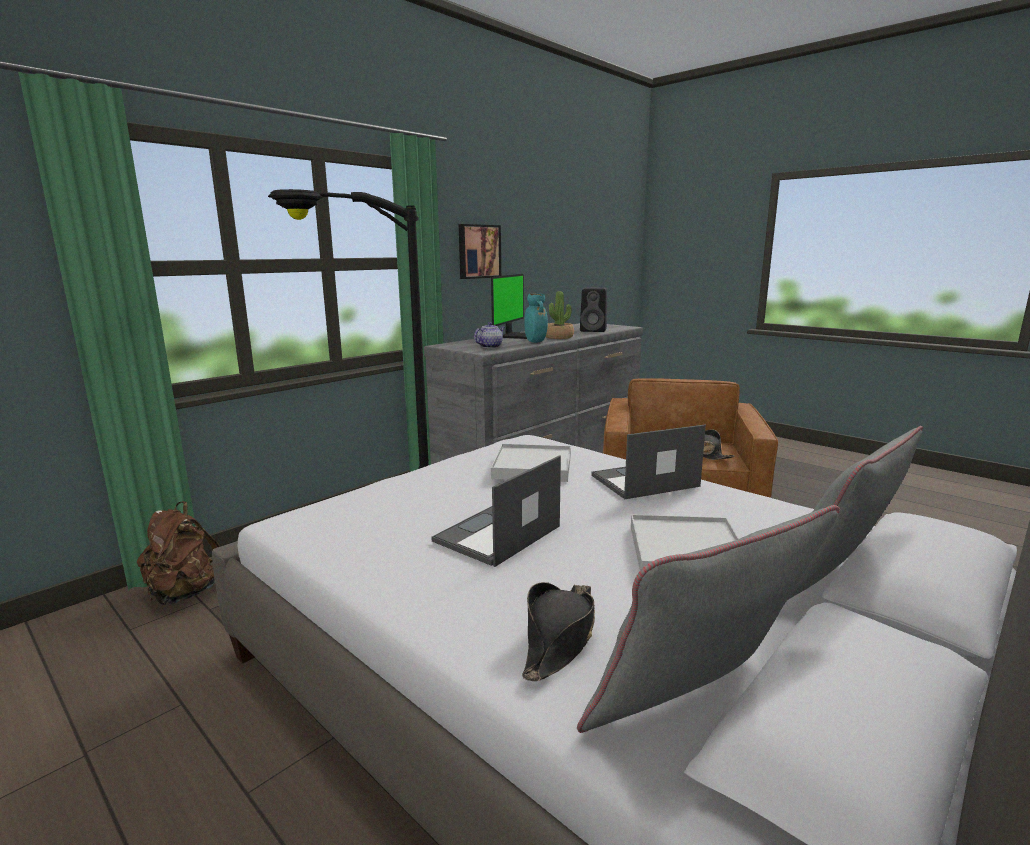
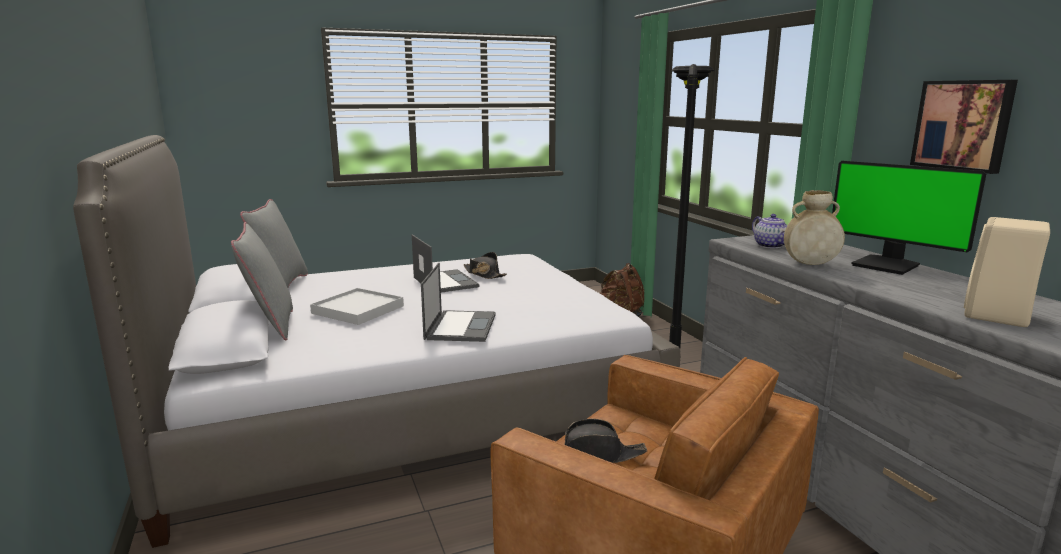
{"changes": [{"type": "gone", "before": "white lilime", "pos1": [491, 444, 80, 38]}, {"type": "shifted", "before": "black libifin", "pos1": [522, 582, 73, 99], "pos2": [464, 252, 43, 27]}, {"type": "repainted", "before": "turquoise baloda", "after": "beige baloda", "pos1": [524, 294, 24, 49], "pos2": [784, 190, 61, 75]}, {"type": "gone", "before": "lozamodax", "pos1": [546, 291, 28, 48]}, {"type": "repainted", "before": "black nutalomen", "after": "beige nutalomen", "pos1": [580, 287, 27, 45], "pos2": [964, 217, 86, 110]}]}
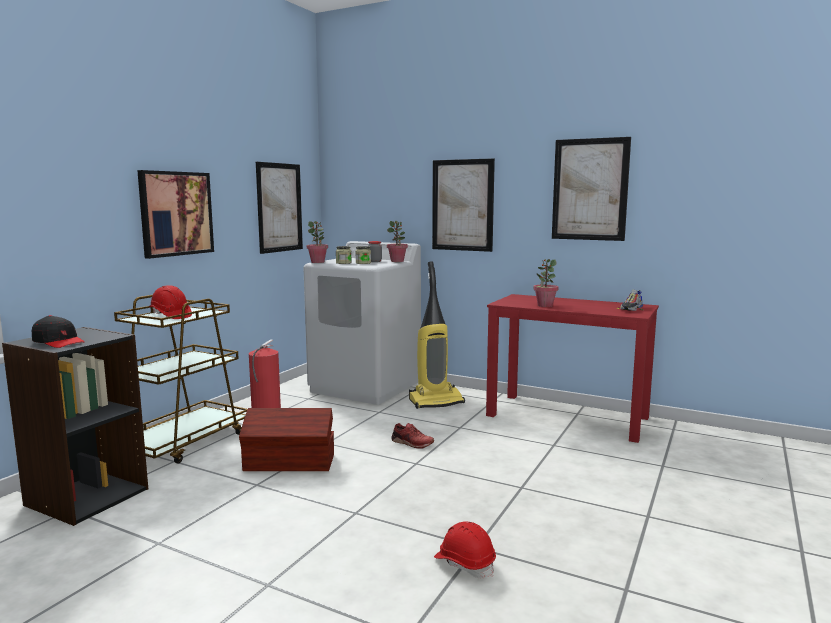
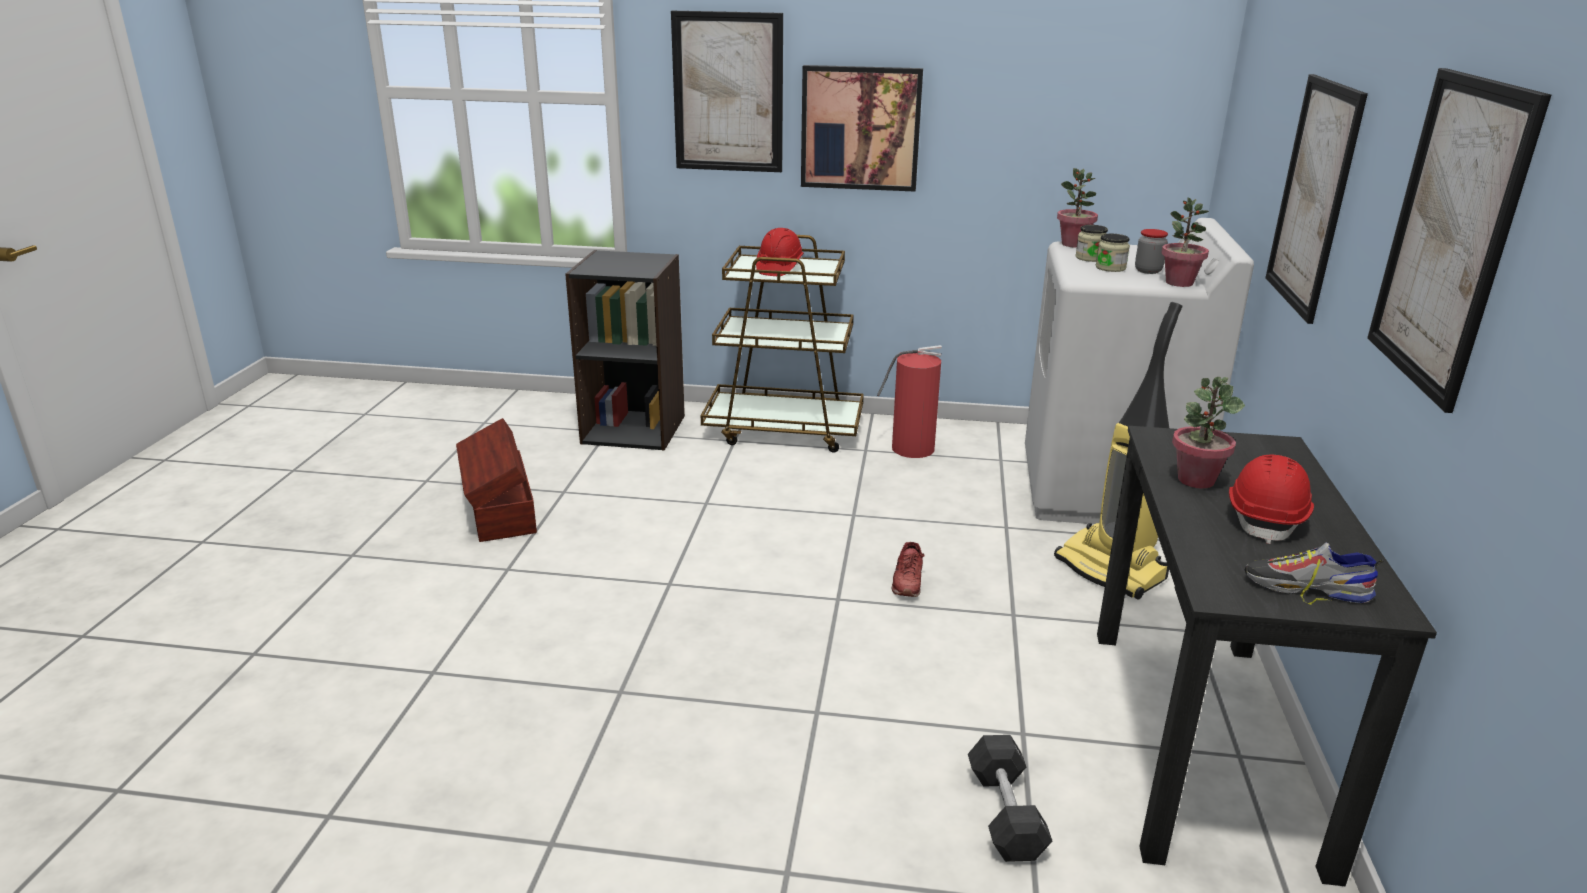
{"changes": [{"type": "gone", "before": "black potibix", "pos1": [32, 315, 53, 33]}, {"type": "shifted", "before": "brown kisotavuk", "pos1": [239, 408, 95, 63], "pos2": [456, 418, 81, 124]}, {"type": "shifted", "before": "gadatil", "pos1": [256, 162, 47, 92], "pos2": [671, 11, 112, 161]}, {"type": "shifted", "before": "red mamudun", "pos1": [434, 521, 62, 57], "pos2": [1229, 454, 85, 90]}, {"type": "repainted", "before": "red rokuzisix", "after": "black rokuzisix", "pos1": [486, 294, 173, 149], "pos2": [1097, 426, 340, 460]}, {"type": "new", "after": "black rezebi", "pos2": [968, 735, 84, 127]}]}
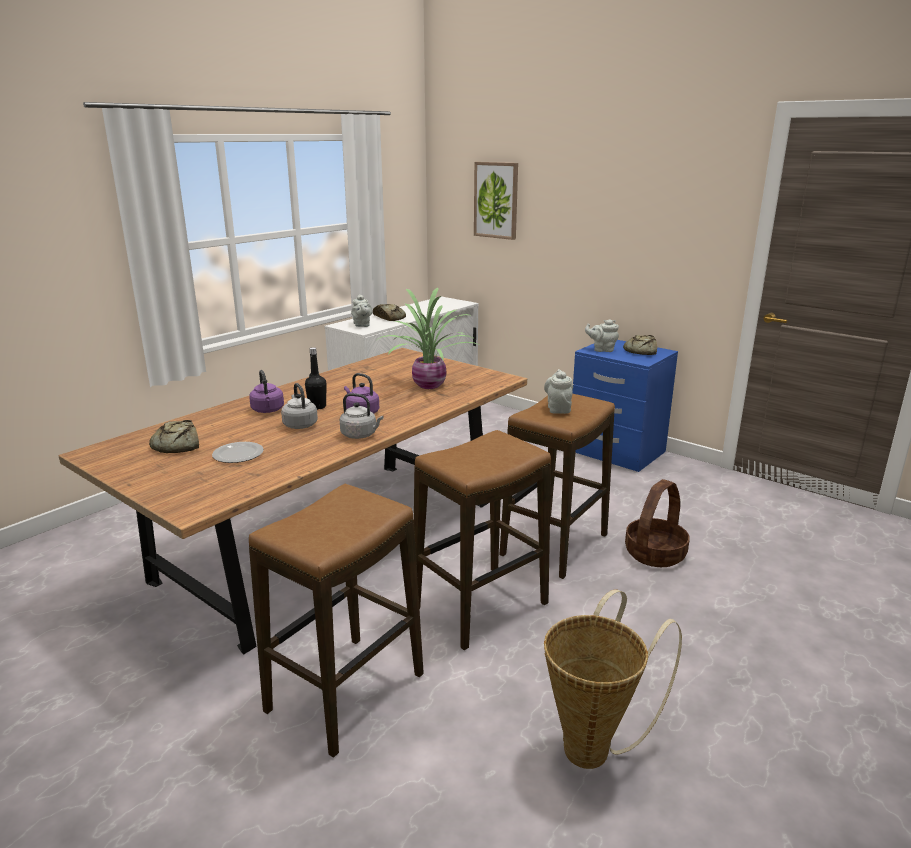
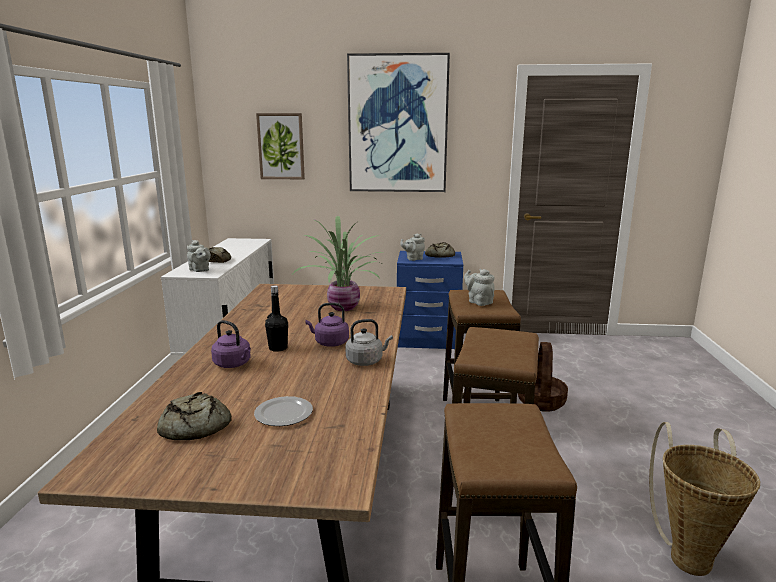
{"changes": [{"type": "gone", "before": "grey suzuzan", "pos1": [281, 383, 37, 46]}, {"type": "new", "after": "gadatil", "pos2": [347, 53, 103, 139]}]}
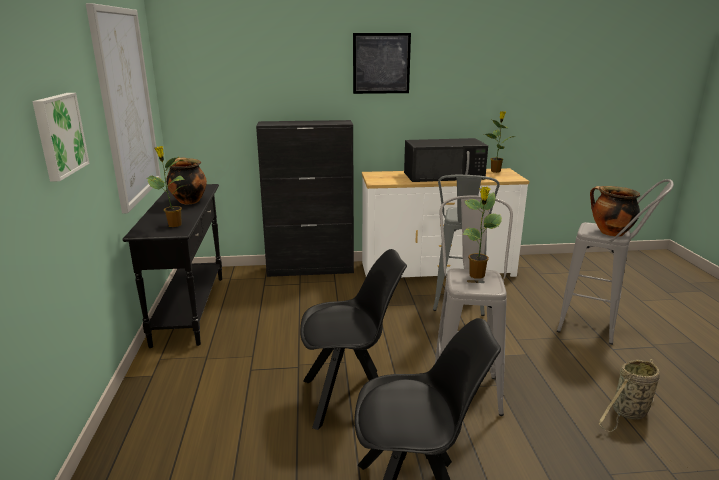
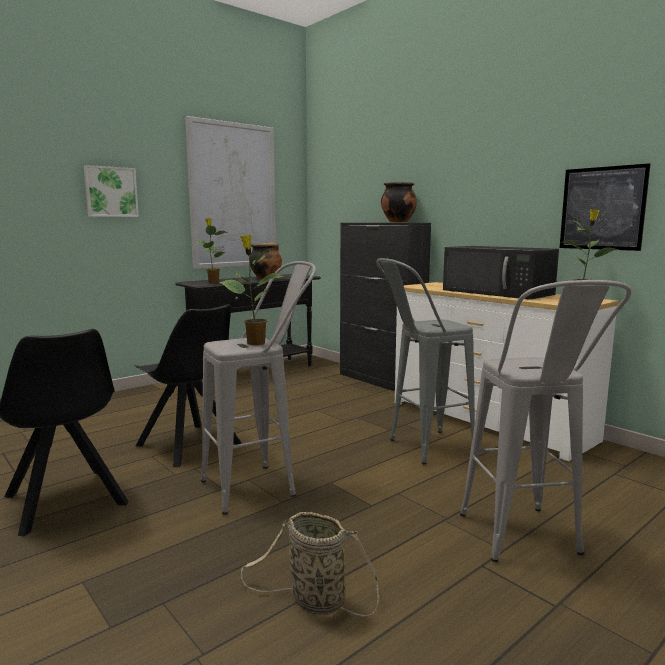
{"changes": [{"type": "shifted", "before": "gadatil", "pos1": [353, 33, 58, 61], "pos2": [560, 163, 90, 88]}, {"type": "shifted", "before": "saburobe", "pos1": [590, 186, 50, 51], "pos2": [381, 182, 36, 40]}]}
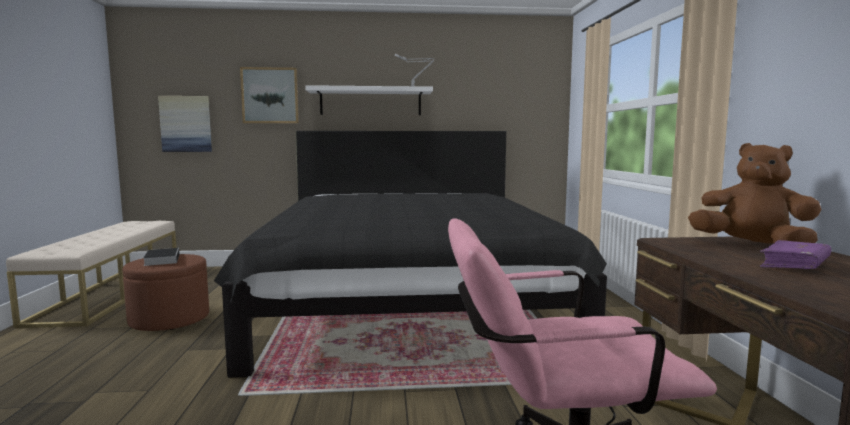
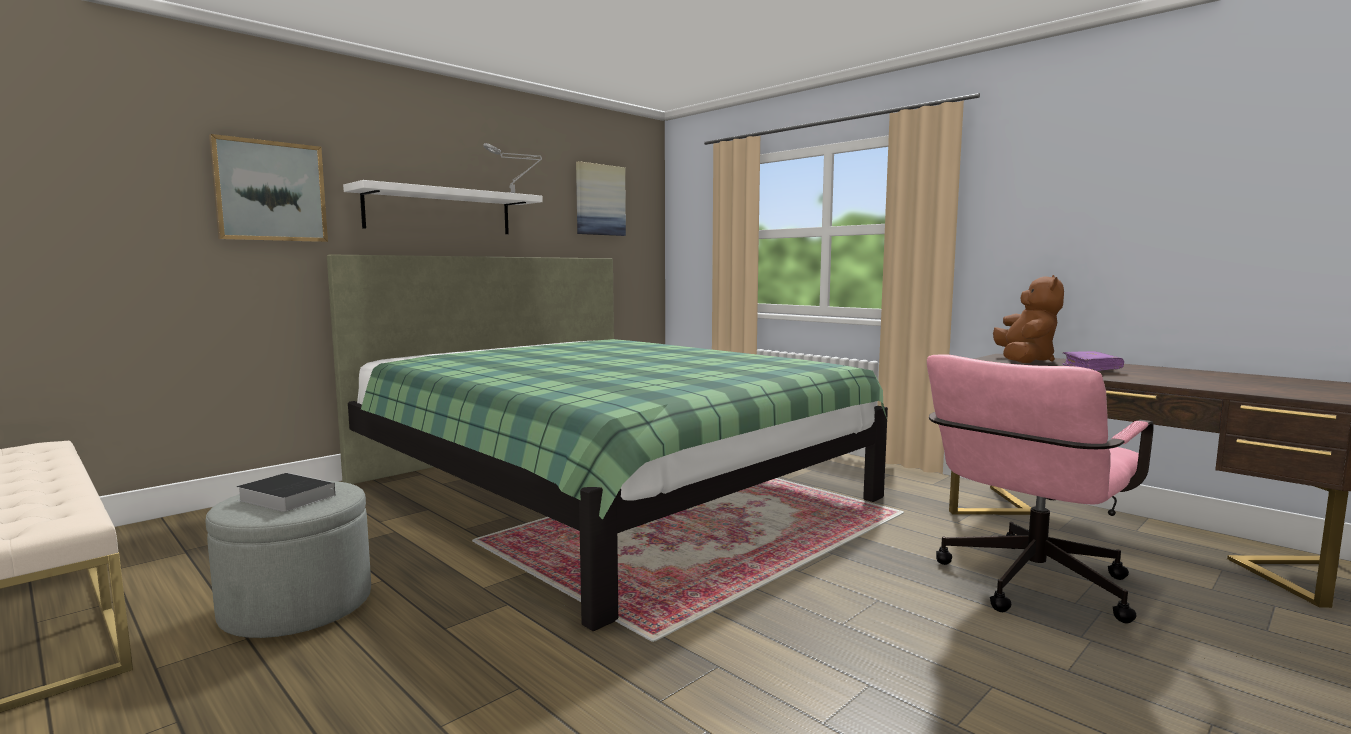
{"changes": [{"type": "repainted", "before": "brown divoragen", "after": "grey divoragen", "pos1": [122, 254, 87, 77], "pos2": [206, 481, 165, 157]}, {"type": "shifted", "before": "gadatil", "pos1": [158, 96, 54, 56], "pos2": [576, 161, 50, 75]}, {"type": "repainted", "before": "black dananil", "after": "green dananil", "pos1": [214, 131, 393, 247], "pos2": [327, 255, 561, 376]}, {"type": "rotated", "before": "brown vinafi", "pos1": [688, 143, 134, 100], "pos2": [993, 275, 71, 88], "turn": 105}]}
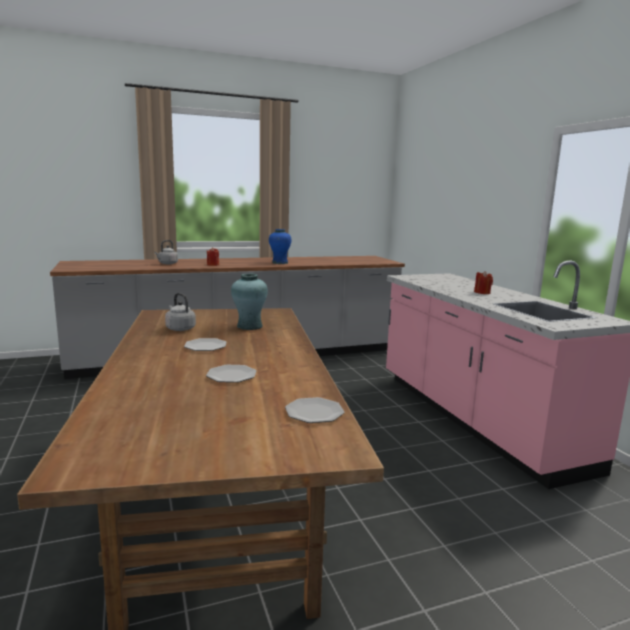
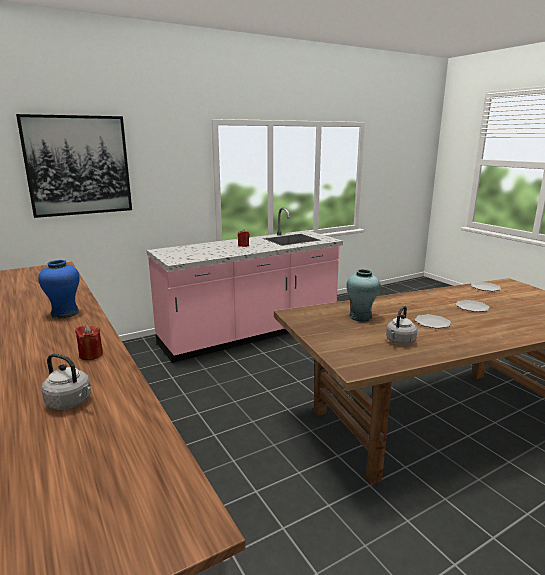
{"changes": [{"type": "new", "after": "gadatil", "pos2": [16, 114, 116, 104]}]}
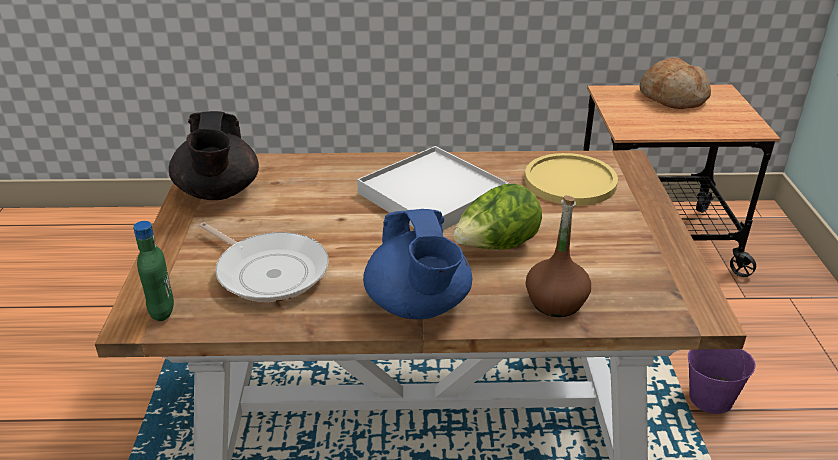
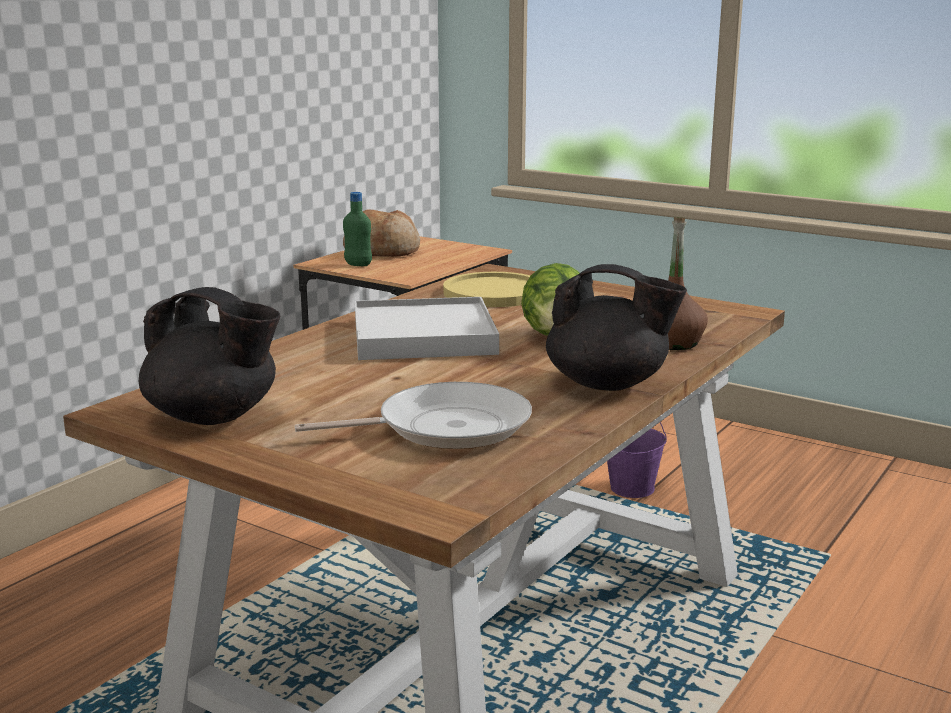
{"changes": [{"type": "shifted", "before": "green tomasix", "pos1": [133, 221, 41, 100], "pos2": [343, 192, 29, 74]}, {"type": "repainted", "before": "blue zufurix", "after": "black zufurix", "pos1": [363, 209, 109, 110], "pos2": [546, 264, 141, 127]}]}
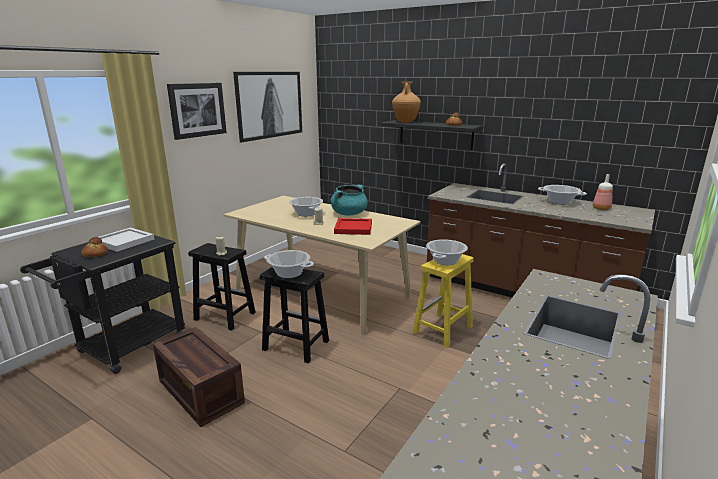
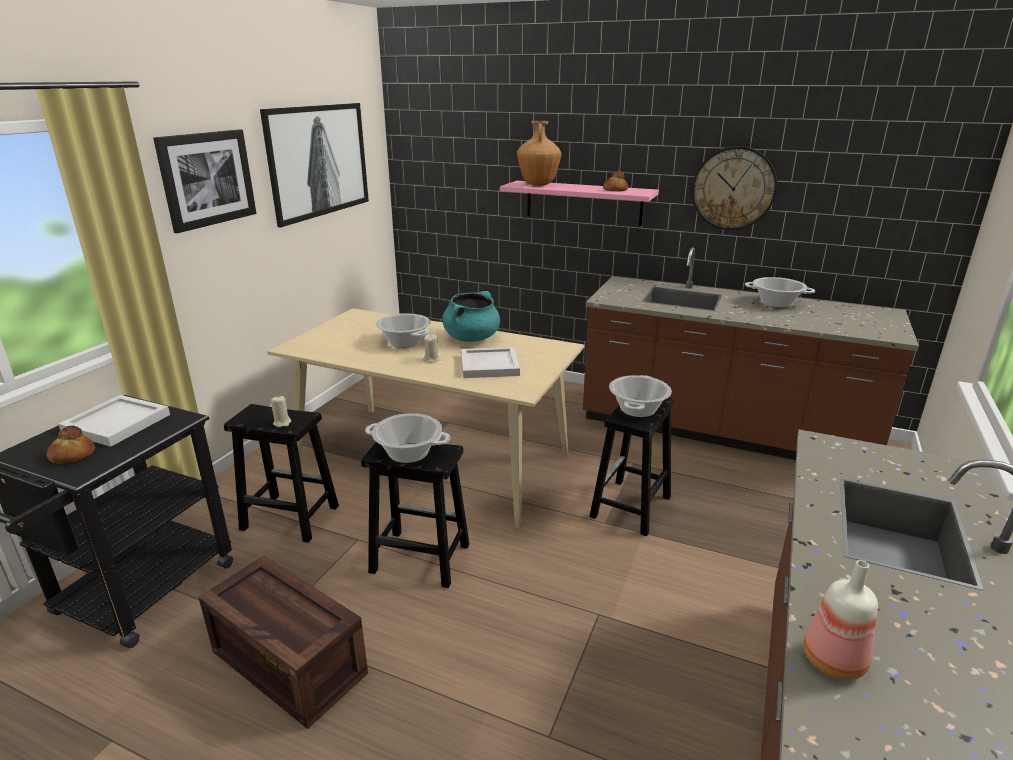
{"changes": [{"type": "repainted", "before": "red lilime", "after": "white lilime", "pos1": [334, 218, 38, 17], "pos2": [461, 347, 59, 31]}, {"type": "repainted", "before": "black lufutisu", "after": "pink lufutisu", "pos1": [380, 120, 104, 30], "pos2": [500, 181, 159, 45]}, {"type": "repainted", "before": "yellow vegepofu", "after": "black vegepofu", "pos1": [413, 254, 61, 94], "pos2": [589, 398, 86, 139]}, {"type": "shifted", "before": "tomasix", "pos1": [593, 174, 20, 36], "pos2": [803, 560, 75, 120]}, {"type": "new", "after": "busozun", "pos2": [692, 146, 85, 84]}]}
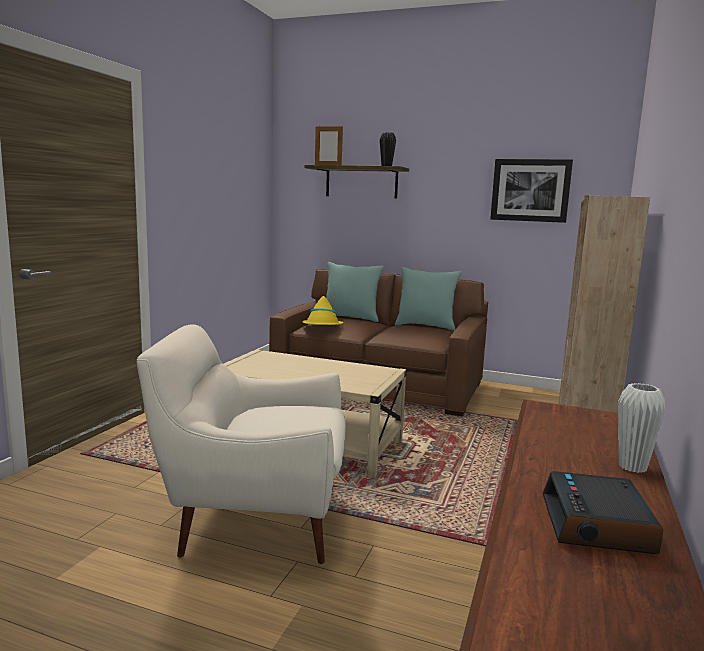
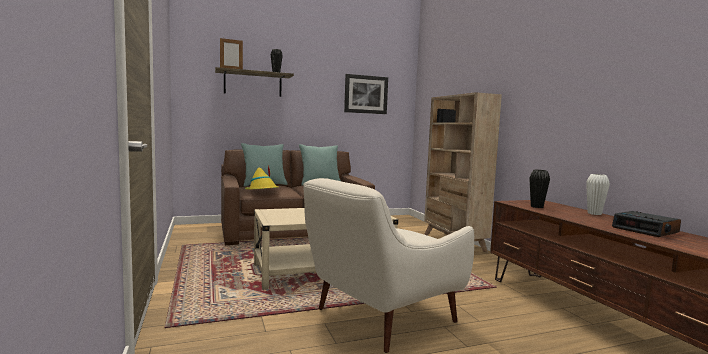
{"changes": [{"type": "new", "after": "black baloda", "pos2": [529, 170, 21, 38]}]}
